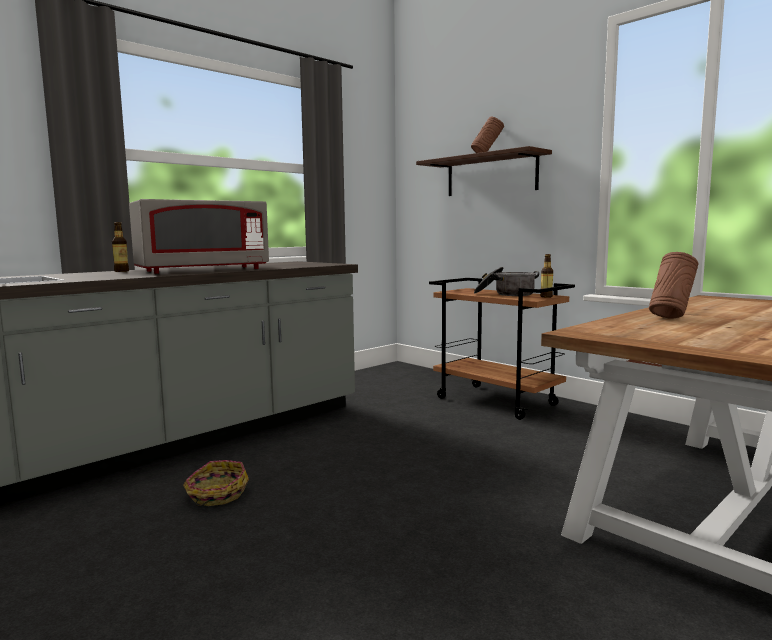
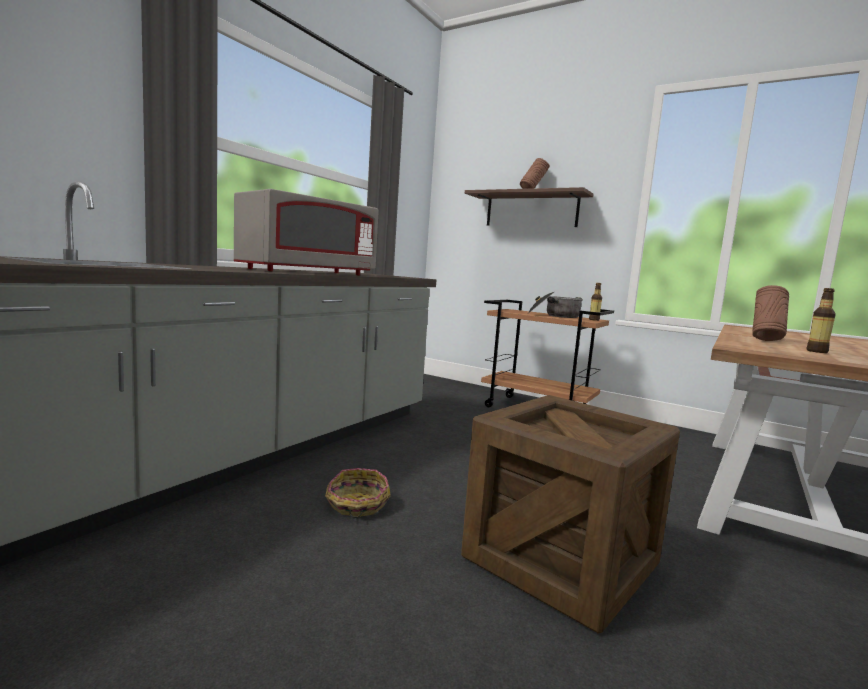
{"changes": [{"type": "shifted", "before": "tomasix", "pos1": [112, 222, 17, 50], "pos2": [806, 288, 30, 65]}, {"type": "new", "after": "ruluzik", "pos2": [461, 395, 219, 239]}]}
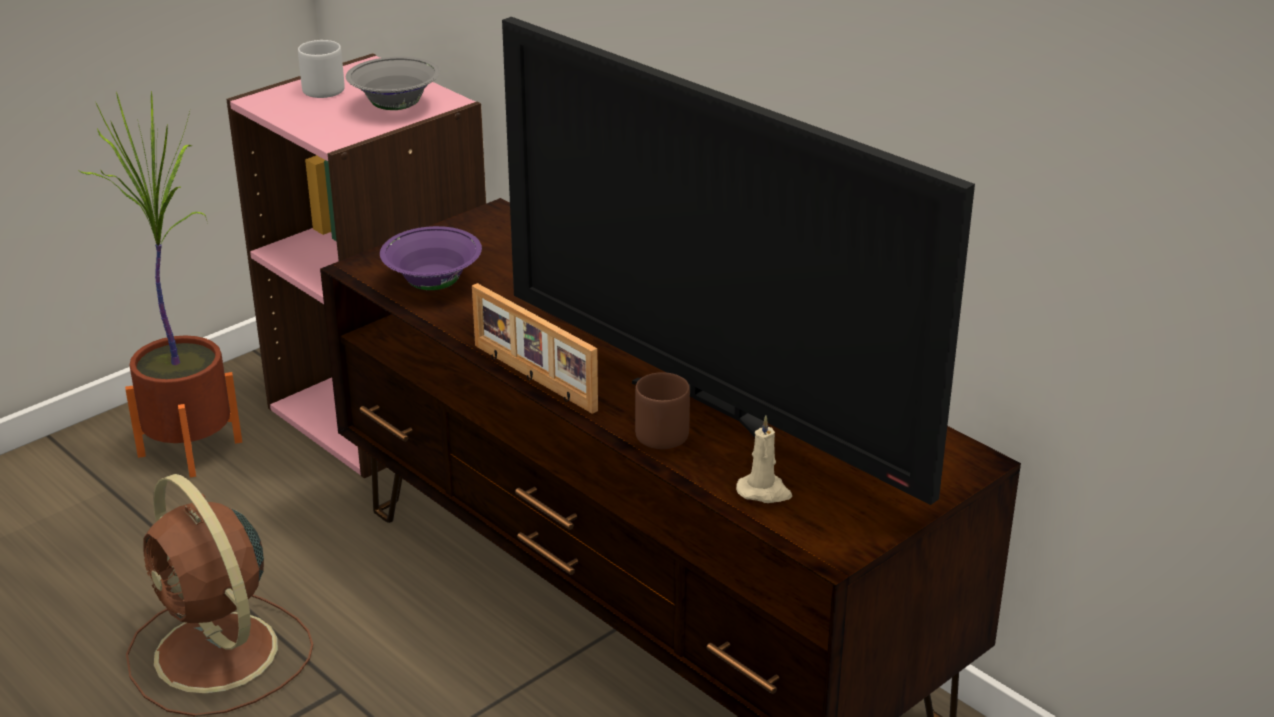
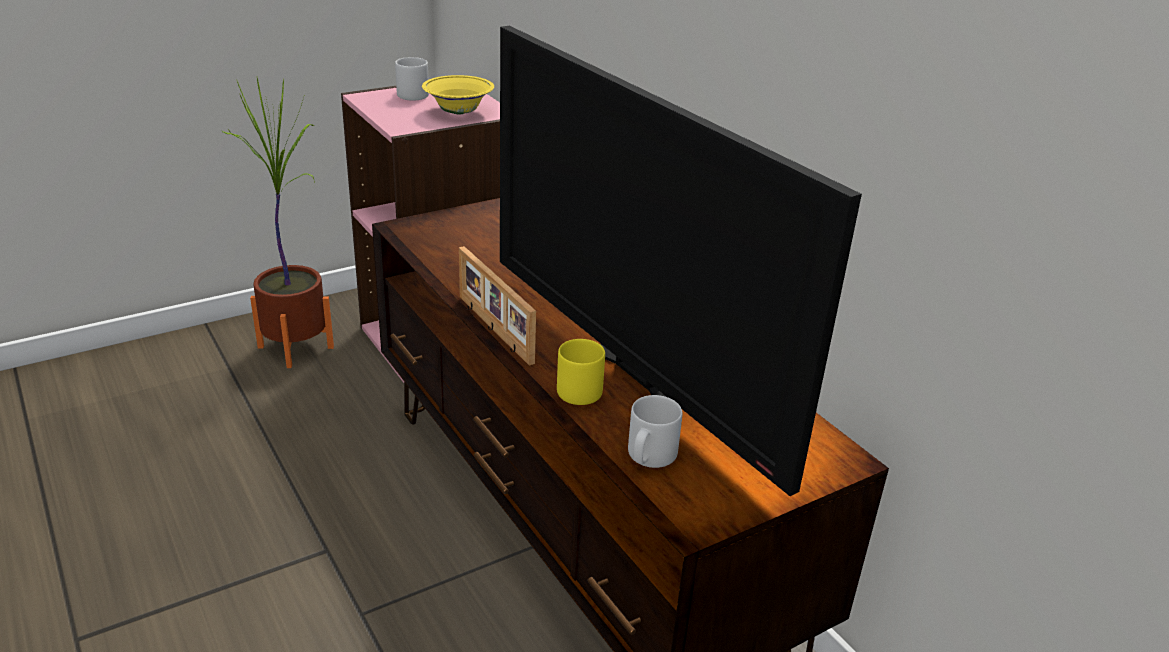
{"changes": [{"type": "gone", "before": "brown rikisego", "pos1": [126, 474, 187, 243]}, {"type": "repainted", "before": "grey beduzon", "after": "yellow beduzon", "pos1": [346, 57, 94, 53], "pos2": [422, 75, 72, 39]}, {"type": "gone", "before": "purple beduzon", "pos1": [380, 226, 102, 64]}, {"type": "repainted", "before": "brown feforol", "after": "yellow feforol", "pos1": [635, 372, 55, 77], "pos2": [557, 339, 48, 66]}, {"type": "swapped", "before": "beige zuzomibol", "after": "grey feforol", "pos1": [736, 415, 56, 88], "pos2": [628, 395, 54, 73]}]}
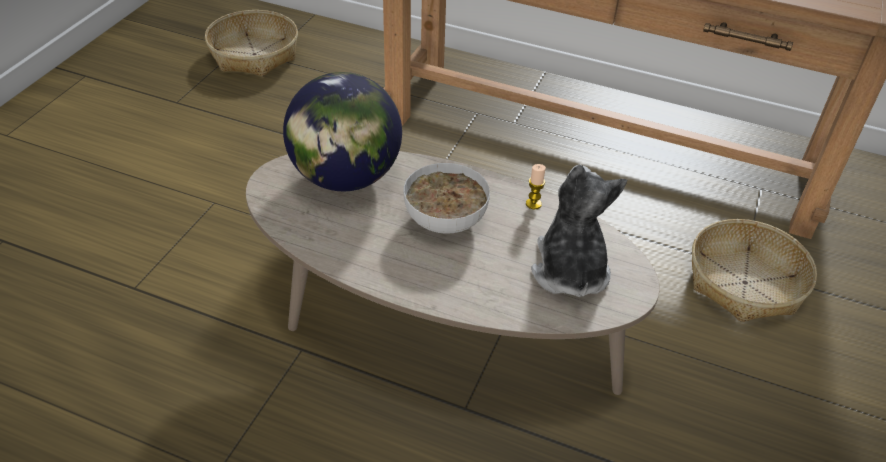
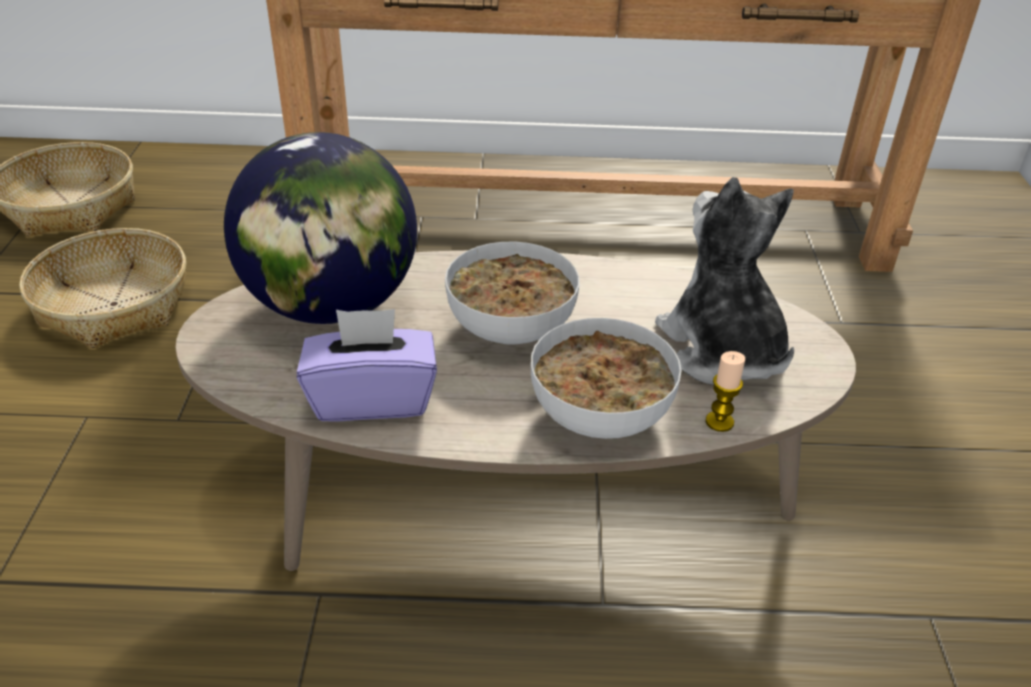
{"changes": [{"type": "shifted", "before": "zuzomibol", "pos1": [526, 164, 20, 45], "pos2": [706, 351, 39, 81]}, {"type": "shifted", "before": "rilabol", "pos1": [692, 219, 125, 103], "pos2": [20, 228, 166, 120]}, {"type": "new", "after": "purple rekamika", "pos2": [297, 309, 140, 113]}, {"type": "new", "after": "beduzon", "pos2": [531, 318, 150, 121]}]}
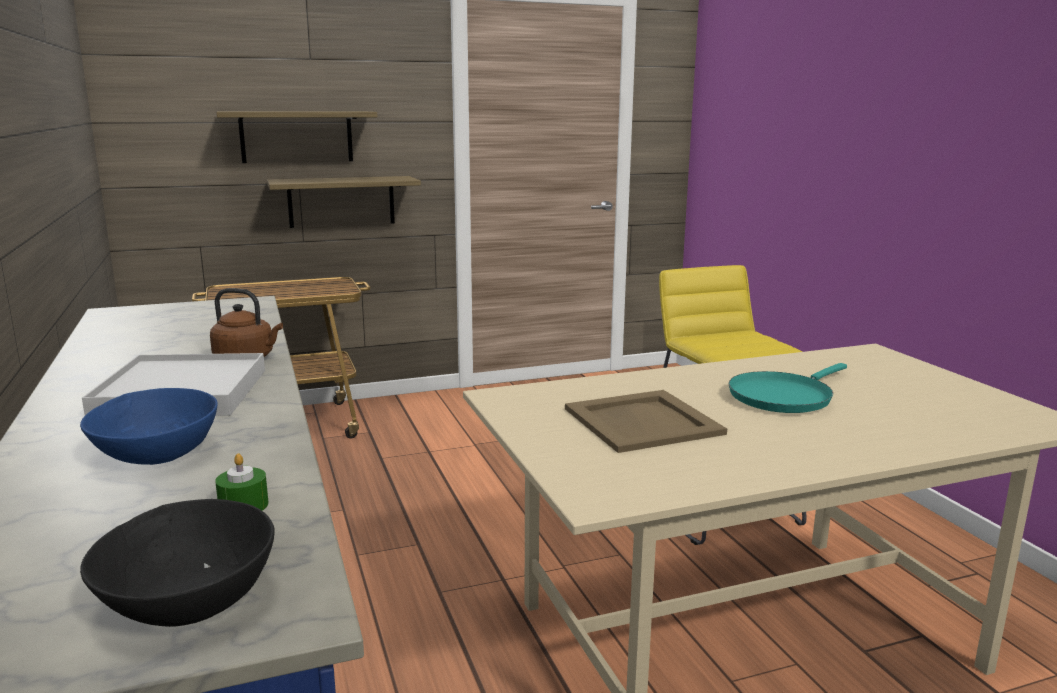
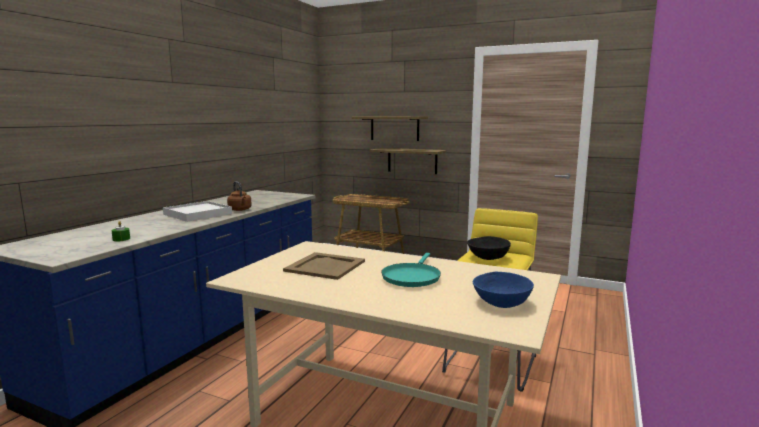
{"changes": [{"type": "shifted", "before": "blue beduzon", "pos1": [80, 388, 138, 77], "pos2": [473, 272, 61, 36]}, {"type": "shifted", "before": "black beduzon", "pos1": [80, 499, 195, 128], "pos2": [467, 236, 44, 24]}, {"type": "rotated", "before": "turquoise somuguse", "pos1": [729, 363, 118, 50], "pos2": [381, 253, 60, 34], "turn": -75}]}
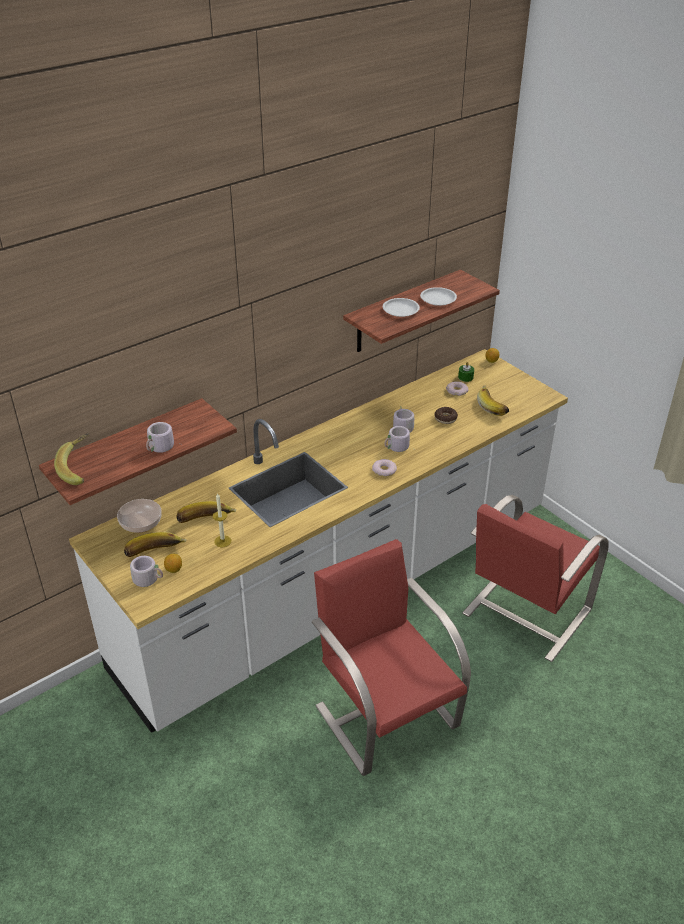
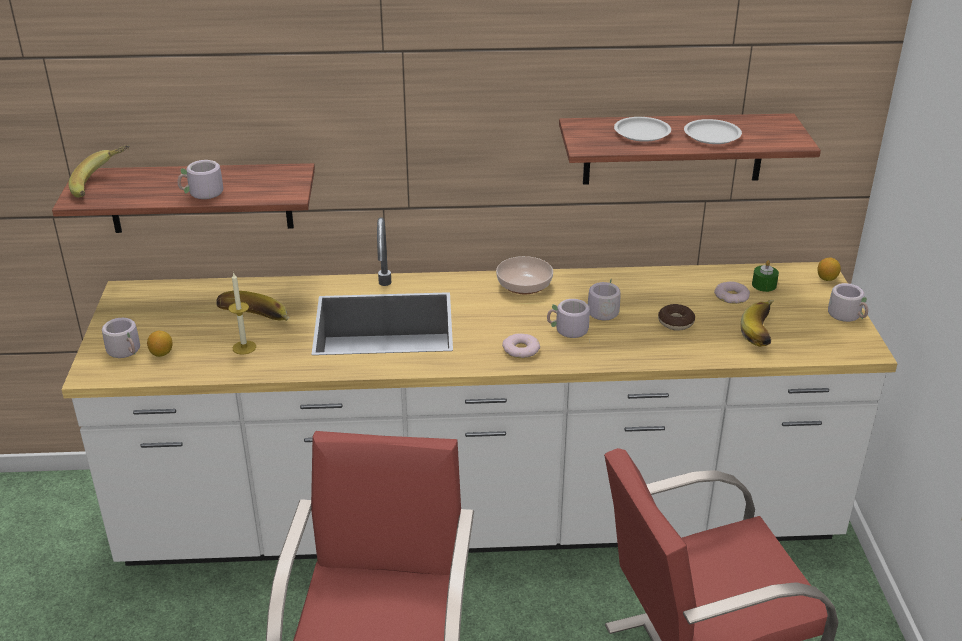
{"changes": [{"type": "shifted", "before": "beduzon", "pos1": [117, 499, 45, 34], "pos2": [496, 256, 57, 39]}, {"type": "gone", "before": "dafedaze", "pos1": [124, 532, 63, 25]}, {"type": "new", "after": "grey feforol", "pos2": [828, 283, 40, 39]}]}
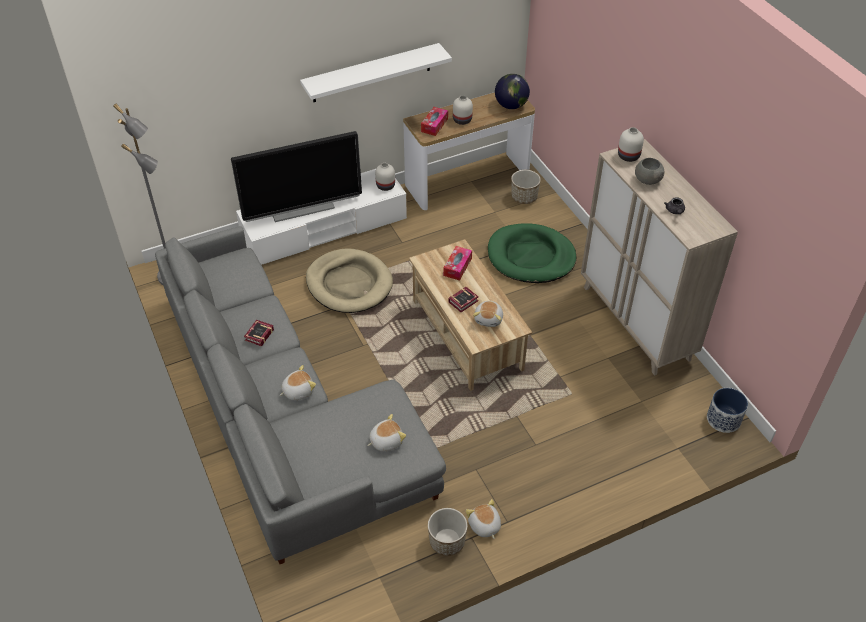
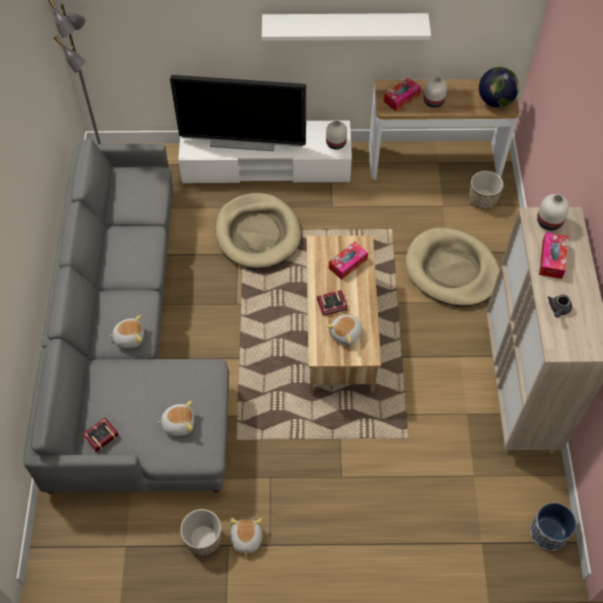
{"changes": [{"type": "shifted", "before": "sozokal", "pos1": [244, 320, 30, 27], "pos2": [82, 418, 37, 34]}, {"type": "repainted", "before": "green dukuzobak", "after": "beige dukuzobak", "pos1": [488, 223, 88, 60], "pos2": [405, 228, 95, 78]}, {"type": "swapped", "before": "grey beduzon", "after": "rekamika", "pos1": [635, 158, 30, 27], "pos2": [539, 232, 29, 47]}]}
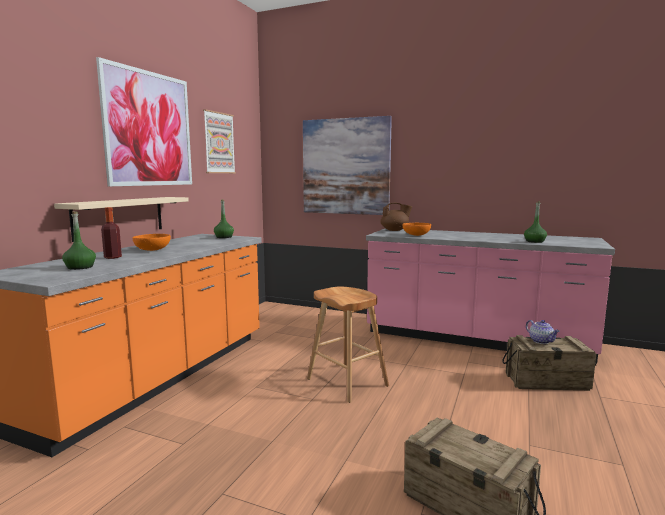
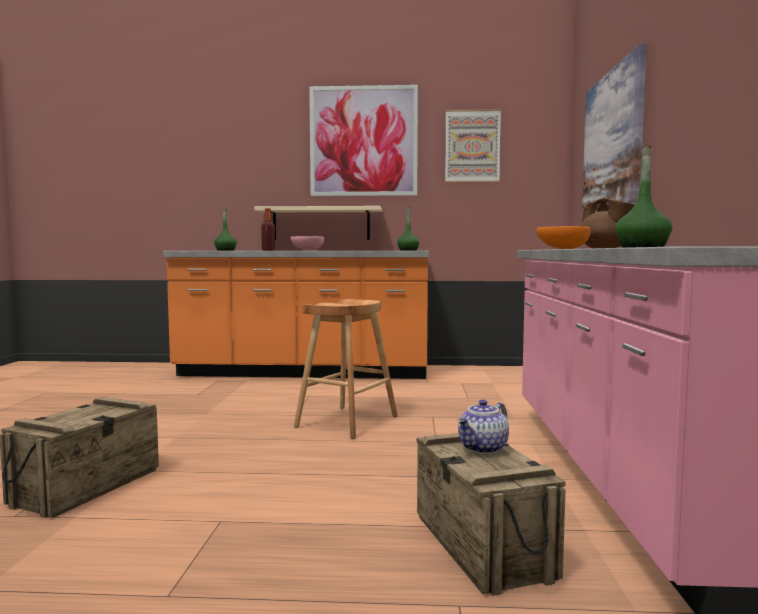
{"changes": [{"type": "repainted", "before": "orange beduzon", "after": "pink beduzon", "pos1": [132, 234, 39, 17], "pos2": [291, 236, 33, 15]}]}
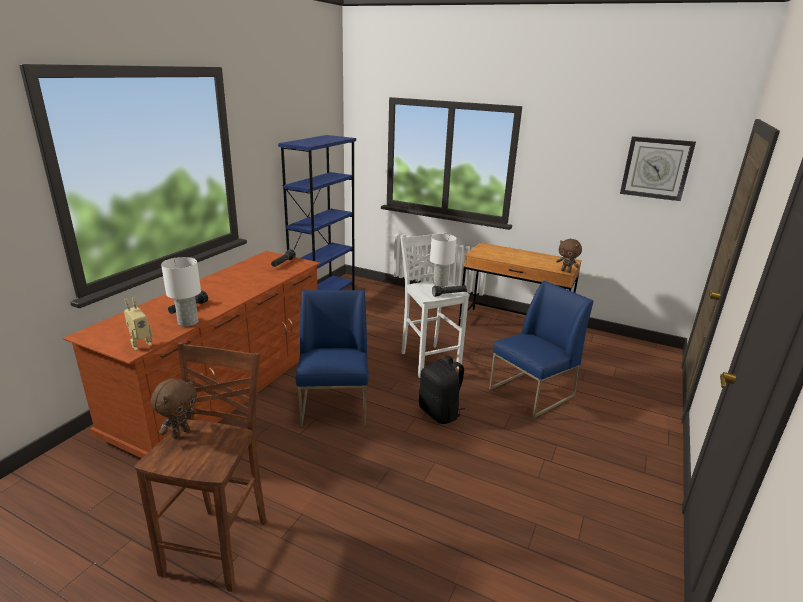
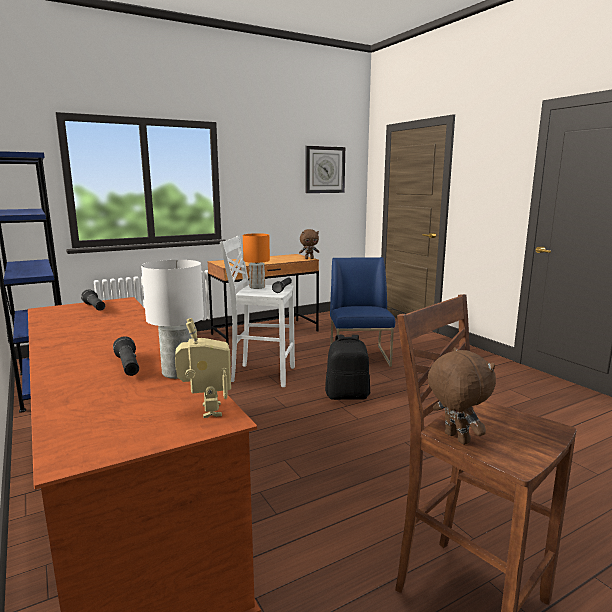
{"changes": [{"type": "gone", "before": "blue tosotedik", "pos1": [296, 290, 73, 137]}, {"type": "repainted", "before": "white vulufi", "after": "orange vulufi", "pos1": [430, 234, 26, 53], "pos2": [243, 233, 27, 56]}]}
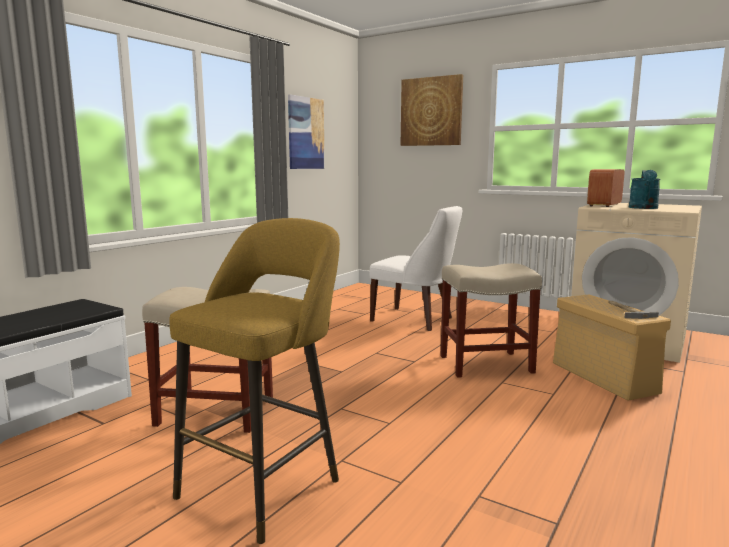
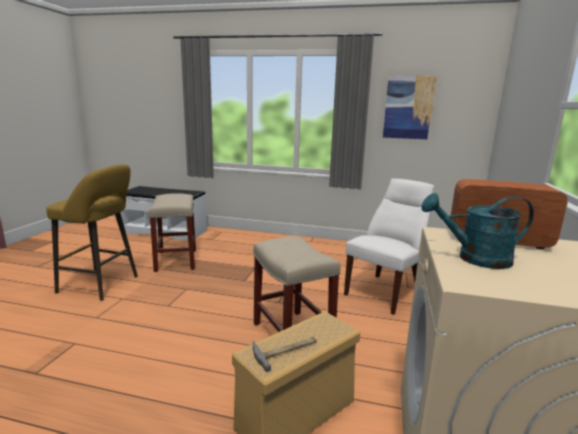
{"changes": [{"type": "rotated", "before": "white tosotedik", "pos1": [370, 206, 92, 125], "pos2": [344, 178, 90, 137], "turn": -150}, {"type": "gone", "before": "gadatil", "pos1": [400, 74, 63, 72]}]}
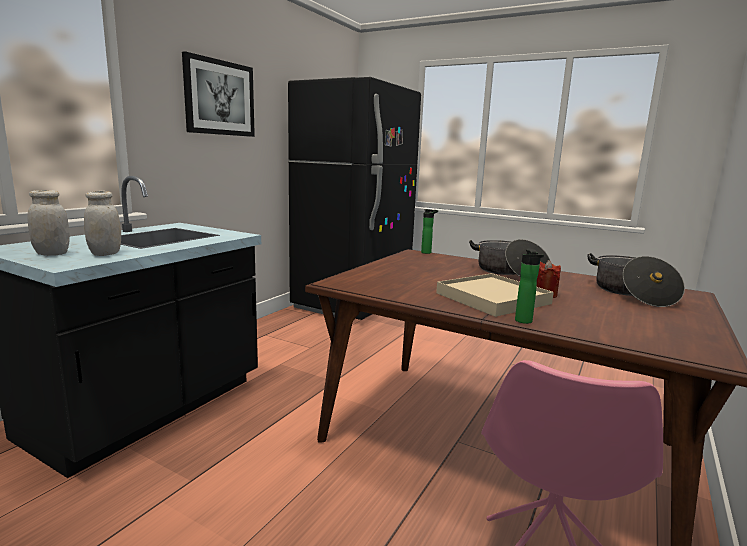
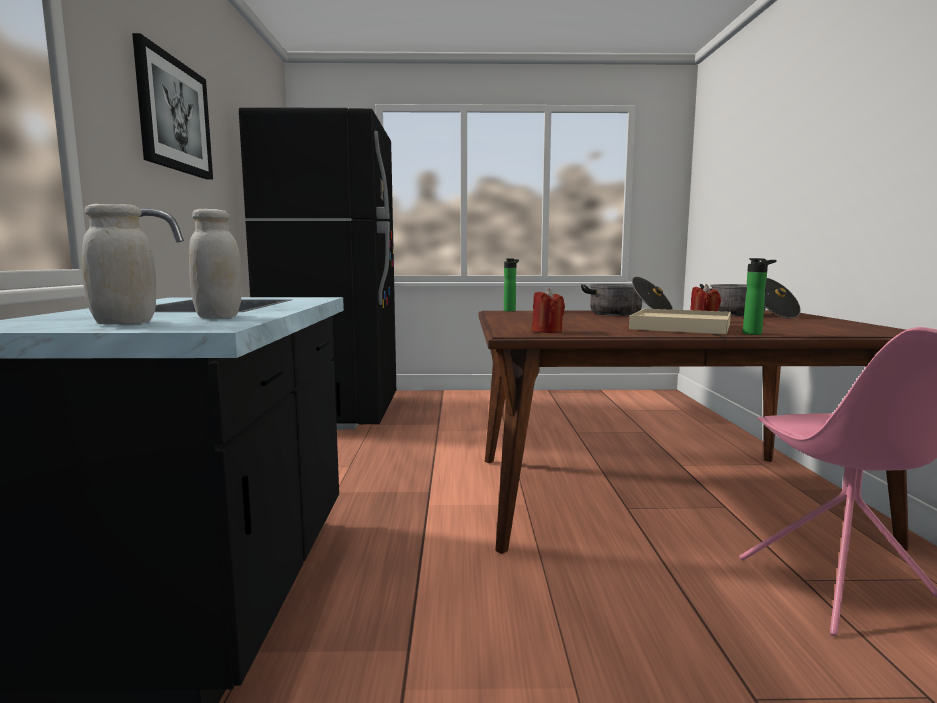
{"changes": [{"type": "new", "after": "red zuzomibol", "pos2": [532, 288, 33, 45]}]}
